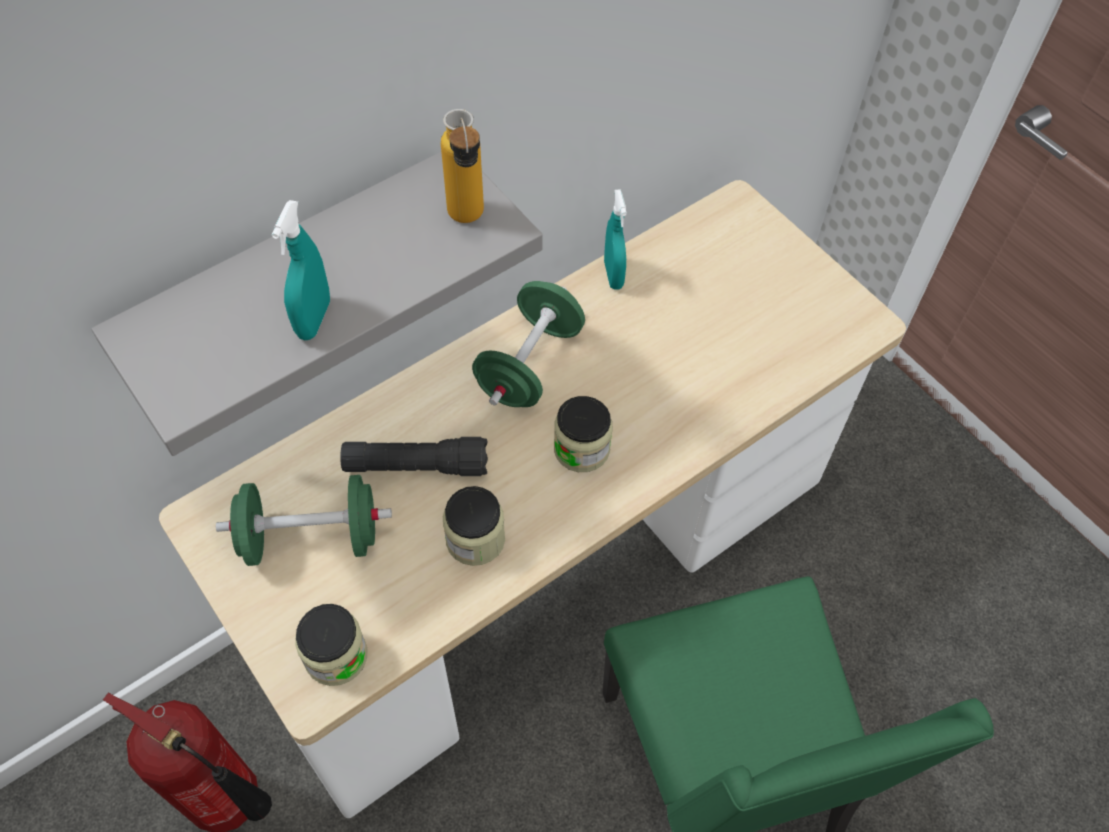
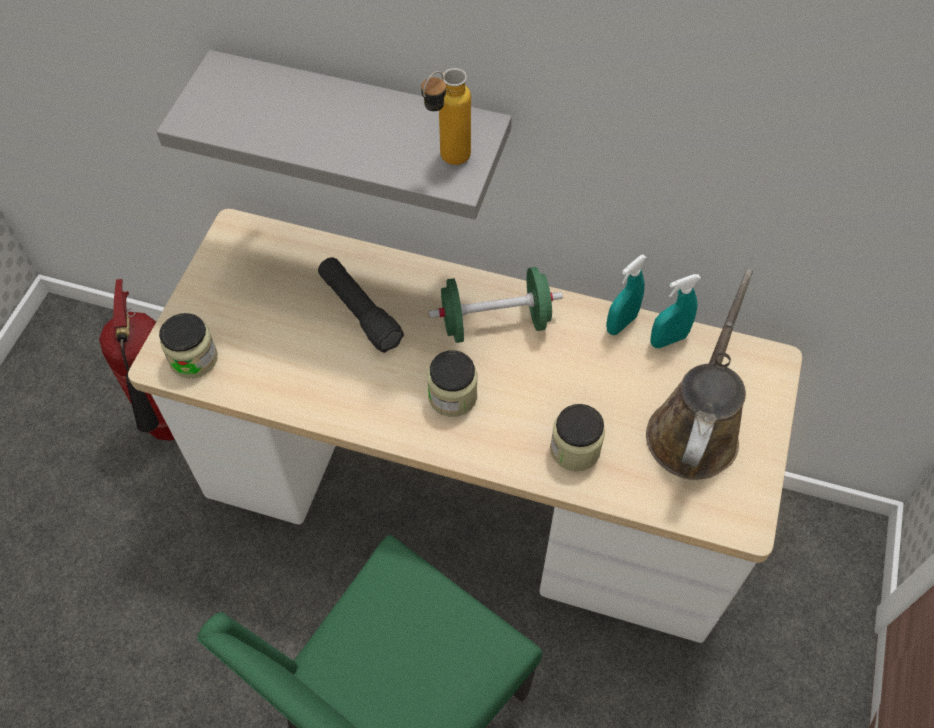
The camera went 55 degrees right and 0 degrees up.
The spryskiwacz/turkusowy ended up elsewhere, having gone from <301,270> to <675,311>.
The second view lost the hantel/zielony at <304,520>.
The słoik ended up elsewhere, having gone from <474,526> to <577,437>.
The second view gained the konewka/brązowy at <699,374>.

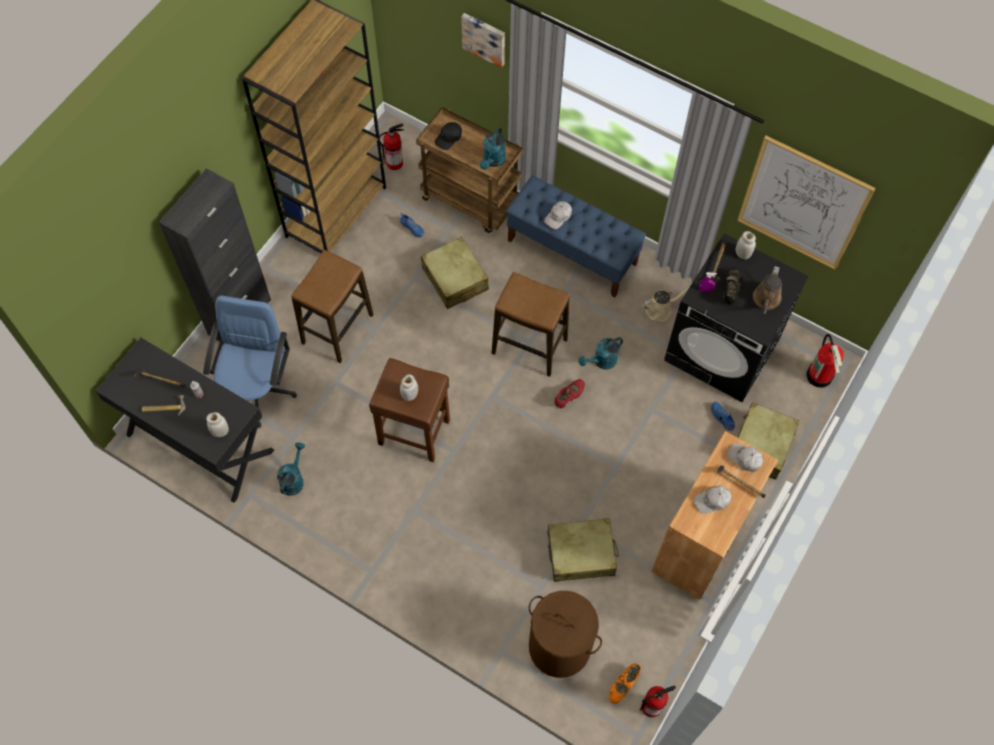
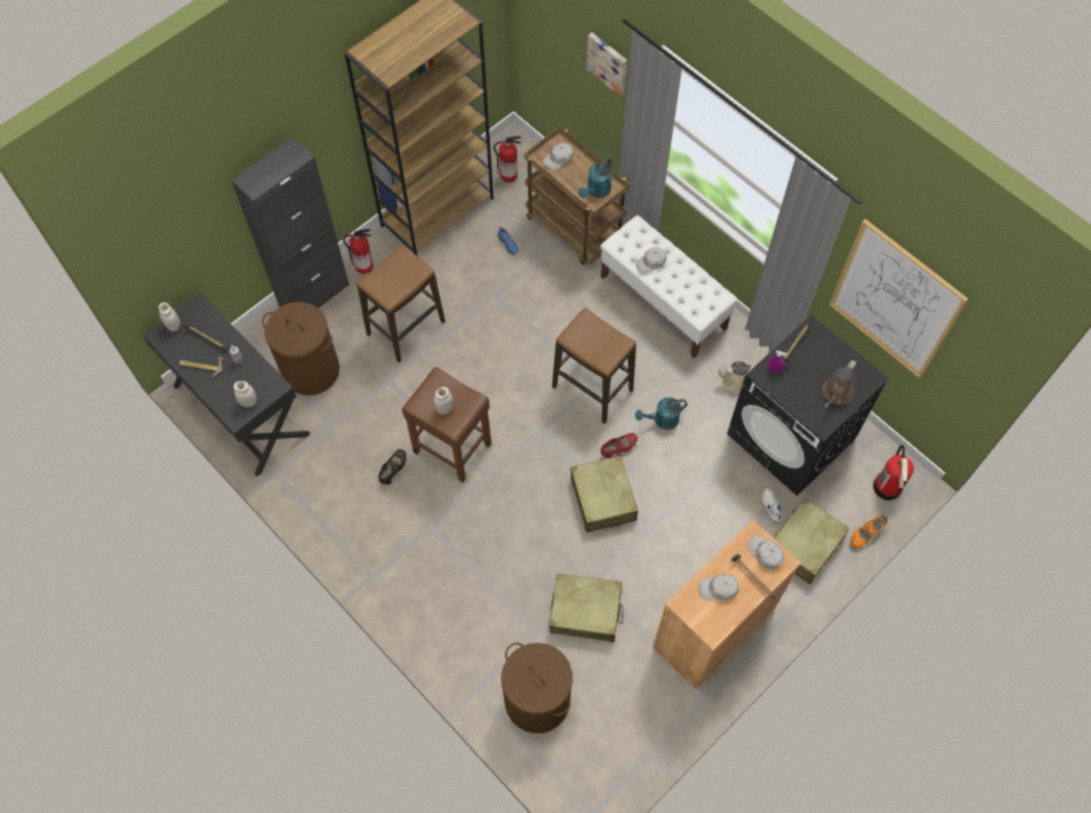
The camera went 15 degrees right and 0 degrees up.
What was the czapka z daszkiem/czarny at <448,136> turned into the czapka z daszkiem/biały at <558,157>.
What was the ławka/niebieski at <576,236> turned into the ławka/biały at <669,286>.
The słoik/biały ended up elsewhere, having gone from <745,245> to <169,316>.
The walizka/beżowy ended up elsewhere, having gone from <455,273> to <604,494>.
The but/czarny ended up elsewhere, having gone from <733,286> to <392,467>.
Where the krzesło biurowe/niebieski stood at <250,361>, the kosz na pranie/brązowy came to stand at <301,348>.
What was the but/niebieski at <723,416> turned into the but/biały at <771,506>.
The second view lost the konewka/turkusowy at <291,469>.
The but/pomarańczowy ended up elsewhere, having gone from <625,684> to <868,532>.
The gaśnica ended up elsewhere, having gone from <658,701> to <358,251>.

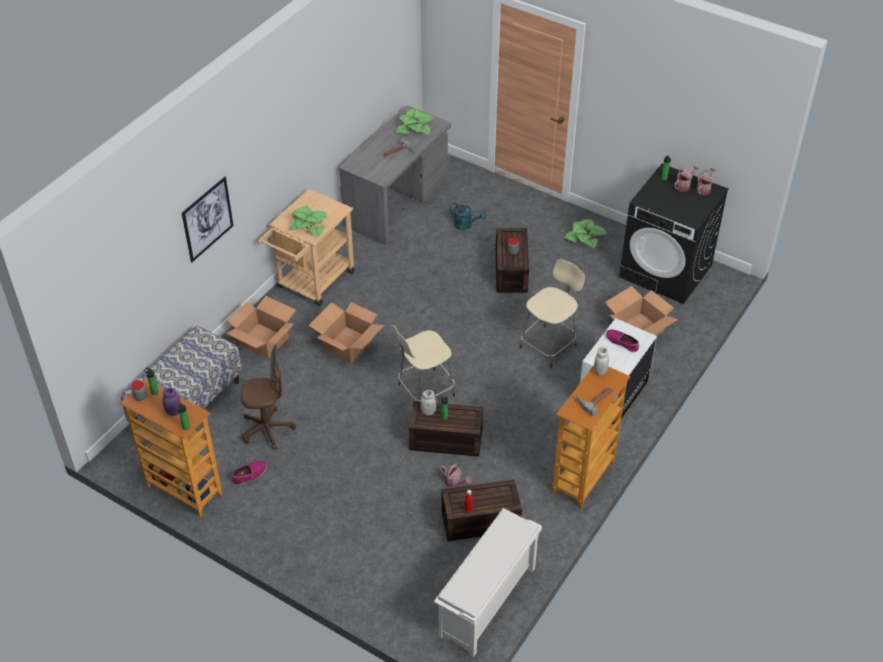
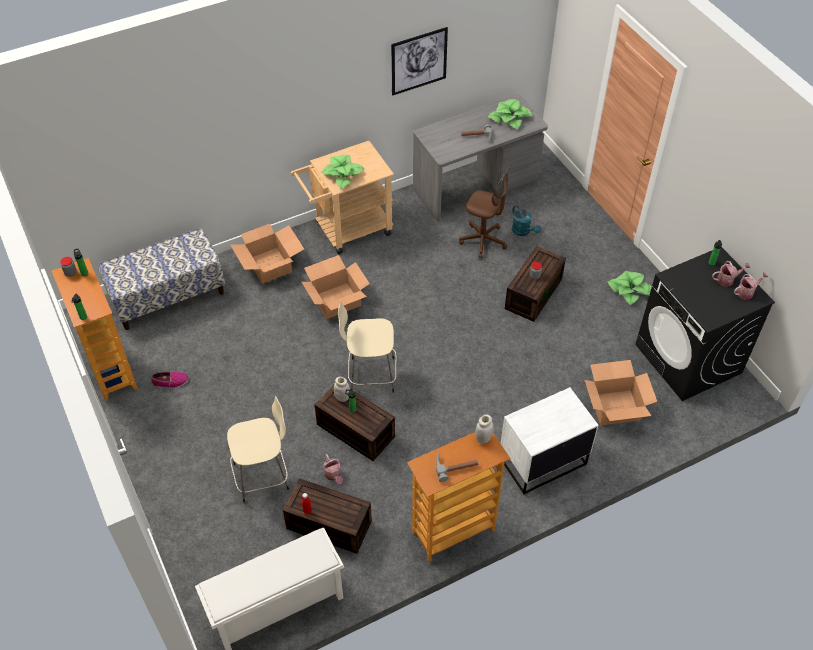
The camera went 30 degrees right and 5 degrees up.
The obraz ended up elsewhere, having gone from <207,219> to <419,61>.
The stołek/beżowy ended up elsewhere, having gone from <552,313> to <258,449>.
The second view lost the but at <622,340>.
The krzesło biurowe/brązowy ended up elsewhere, having gone from <268,397> to <485,212>.
The second view lost the słoik/fioletowy at <172,402>.

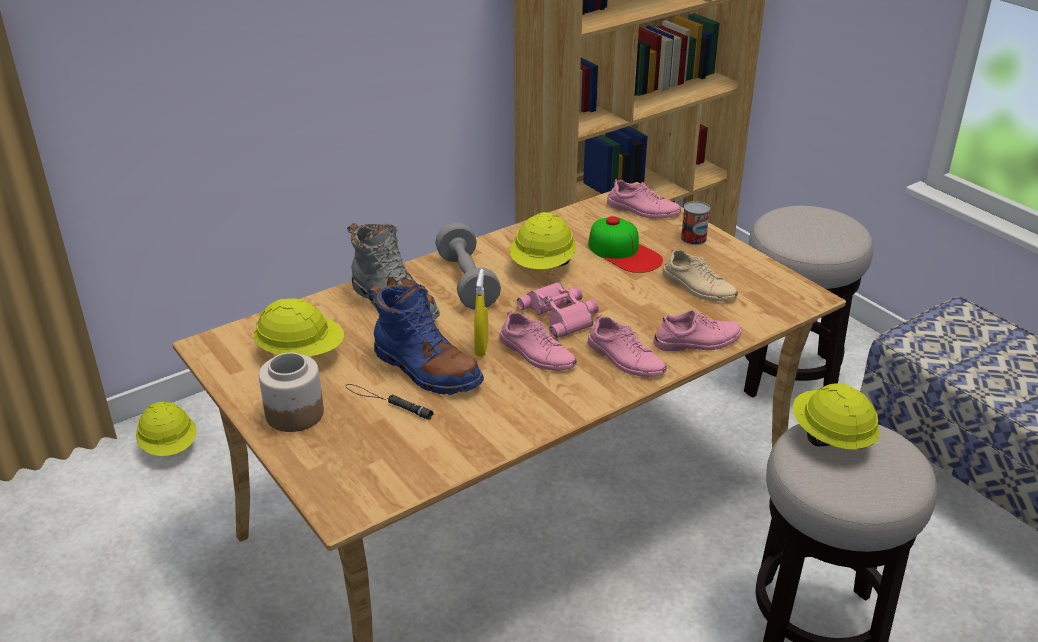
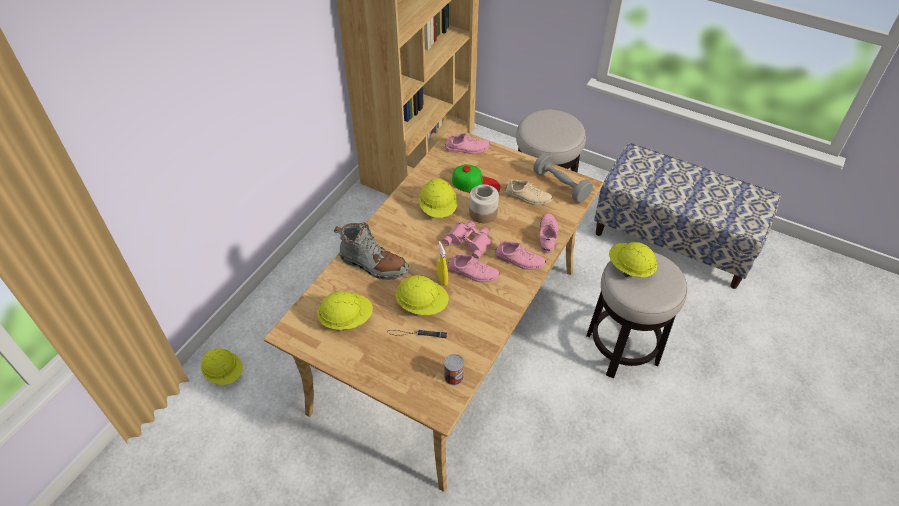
The camera went 25 degrees left and 15 degrees up.
The puszka ended up elsewhere, having gone from <695,223> to <454,369>.
The hantel/szary ended up elsewhere, having gone from <468,265> to <563,178>.
Where the but z cholewką/niebieski stood at <426,339>, the kask/żółty came to stand at <422,295>.
The but/różowy at <697,330> ended up facing another way, 45 degrees counterclockwise from before.
The słoik ended up elsewhere, having gone from <291,392> to <484,203>.

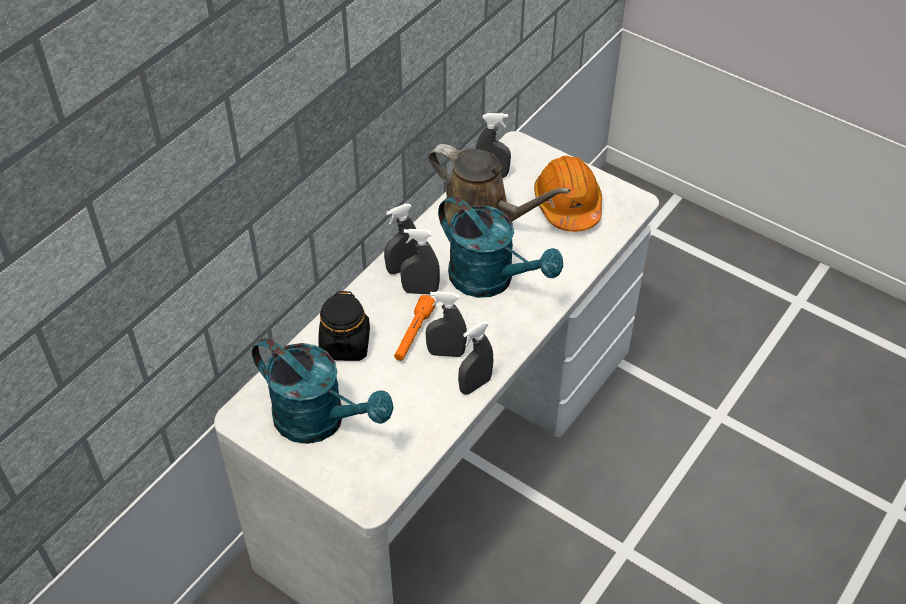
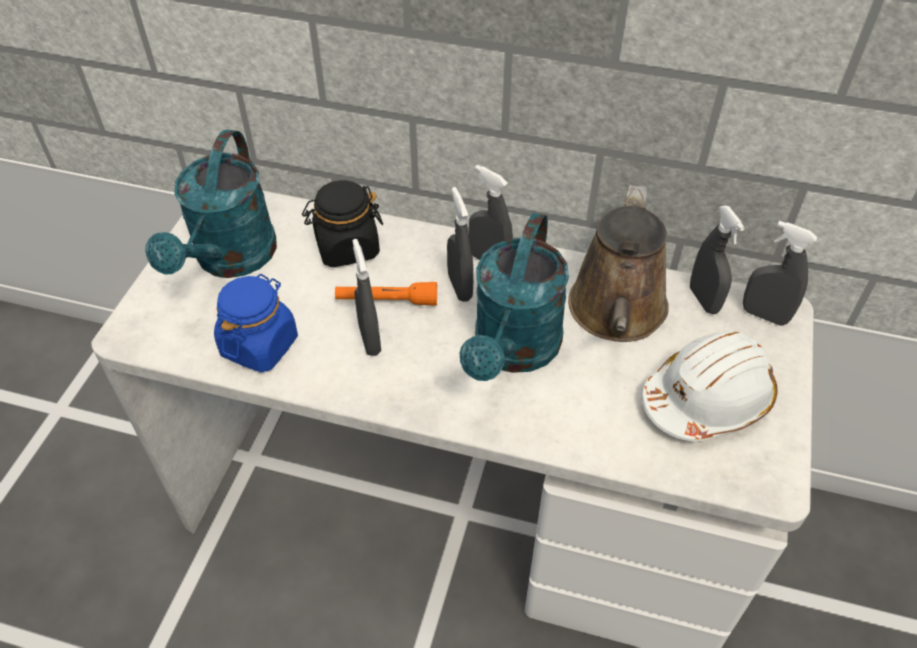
The camera went 70 degrees right and 0 degrees up.
What was the kask/pomarańczowy at <568,194> turned into the kask/biały at <710,386>.
The spryskiwacz/szary ended up elsewhere, having gone from <475,358> to <780,273>.
The second view gained the słoik/niebieski at <256,323>.

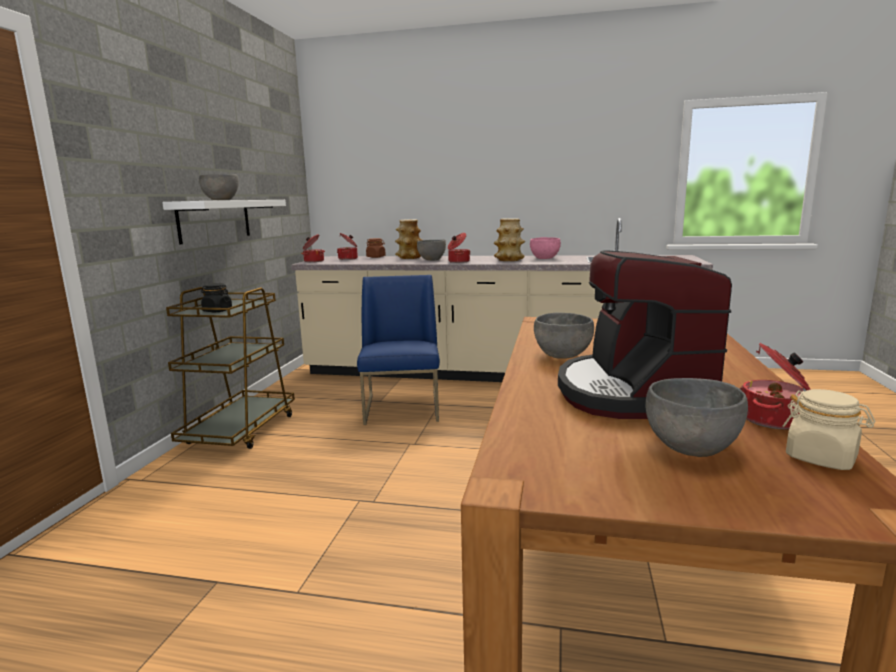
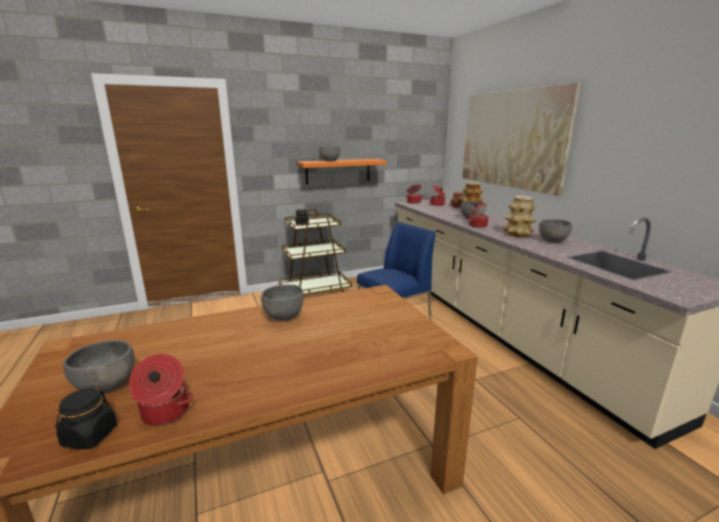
The camera went 55 degrees right and 5 degrees up.
What was the półka/biały at <224,222> turned into the półka/pomarańczowy at <342,172>.
What was the miska/różowy at <545,248> turned into the miska/szary at <555,231>.
The second view lost the ekspres do kawy at <645,334>.
What was the słoik/beżowy at <829,429> turned into the słoik/czarny at <86,417>.
The second view gained the obraz at <521,139>.

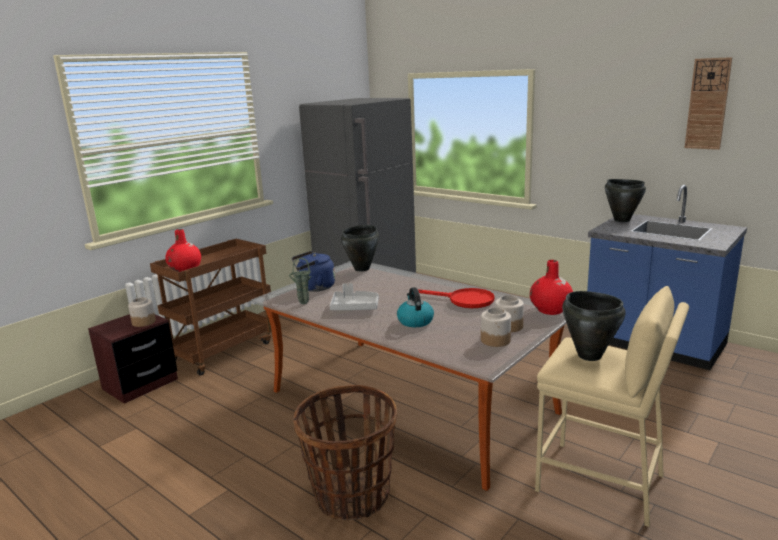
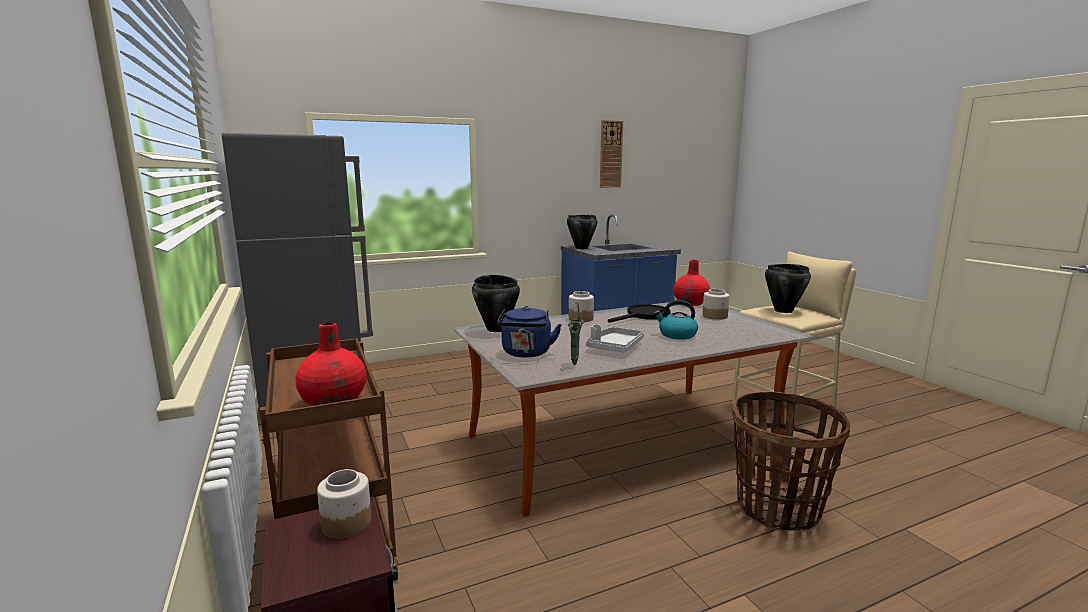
The camera went 65 degrees left and 5 degrees down.
What was the patelnia/czerwony at <456,298> turned into the patelnia/czarny at <639,313>.
The słoik ended up elsewhere, having gone from <496,327> to <581,306>.

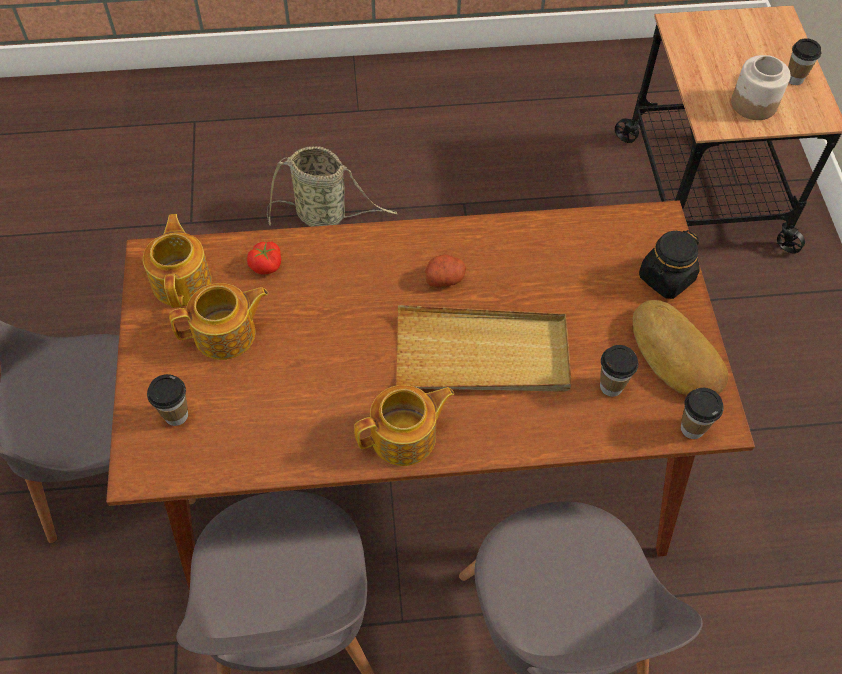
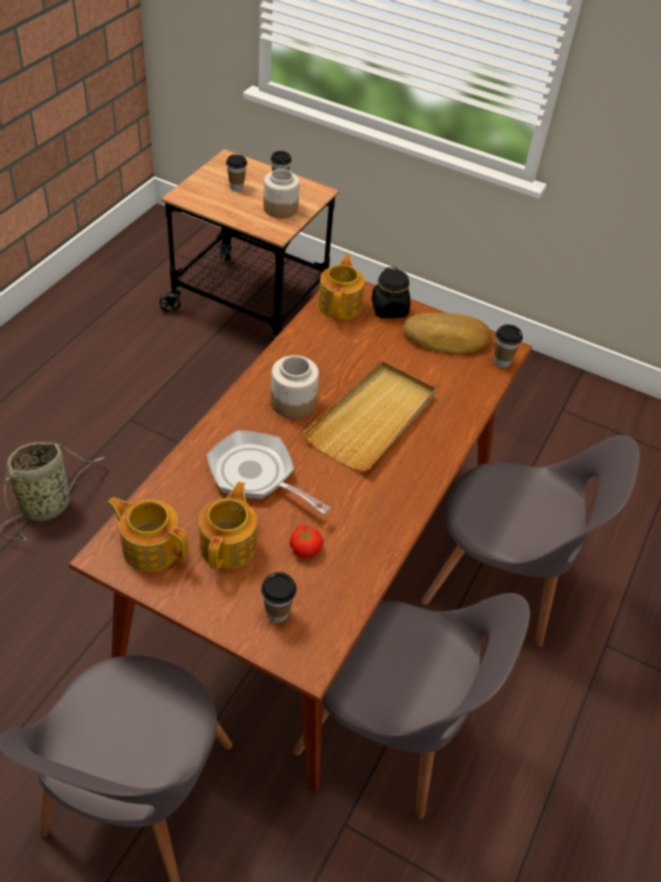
The camera went 60 degrees left and 10 degrees down.
The pomidor ended up elsewhere, having gone from <264,258> to <306,541>.
Where the ziemniak stood at <445,270>, the słoik came to stand at <295,386>.
The filiżanka ended up elsewhere, having gone from <619,371> to <236,172>.
The imbryk ended up elsewhere, having gone from <404,425> to <341,287>.
The second view gained the patelnia at <269,472>.

